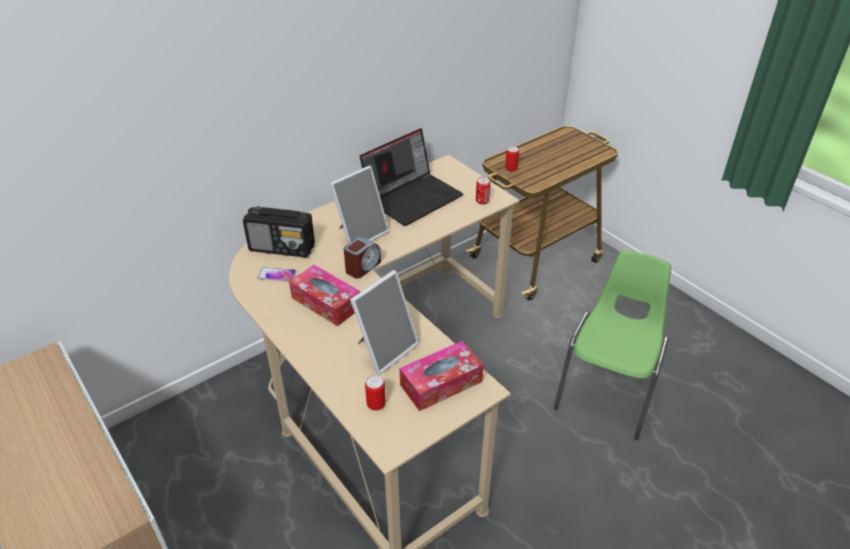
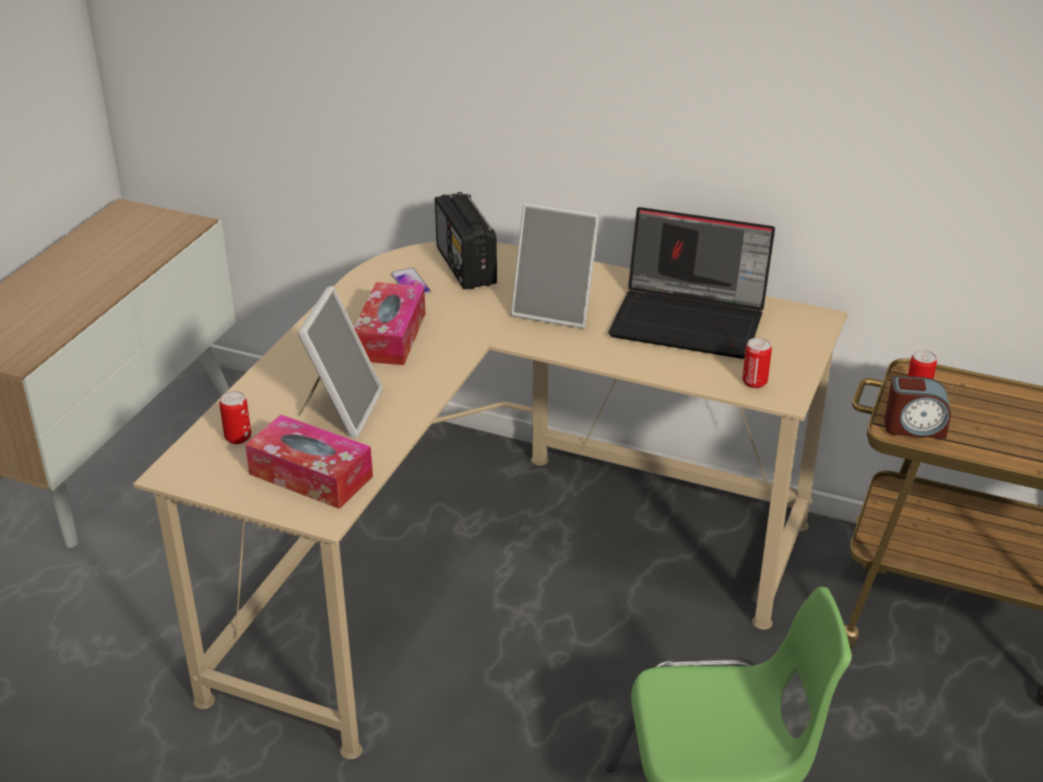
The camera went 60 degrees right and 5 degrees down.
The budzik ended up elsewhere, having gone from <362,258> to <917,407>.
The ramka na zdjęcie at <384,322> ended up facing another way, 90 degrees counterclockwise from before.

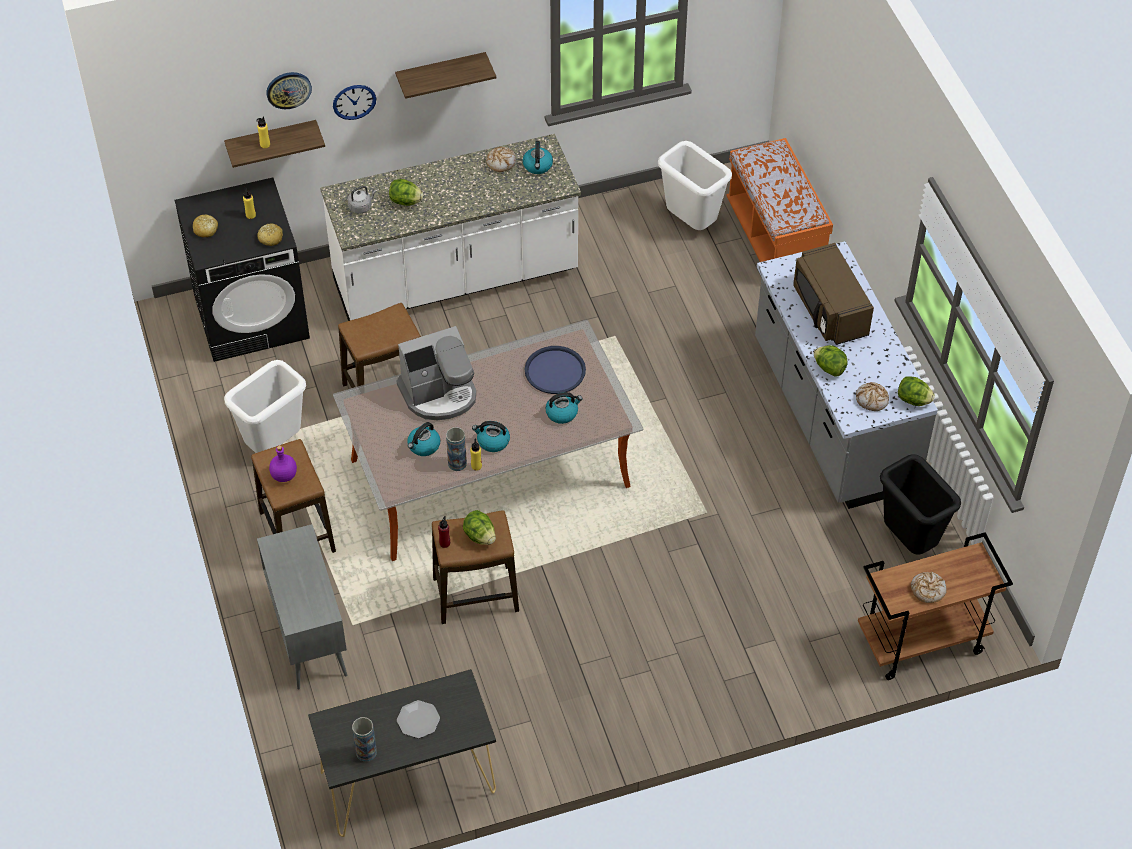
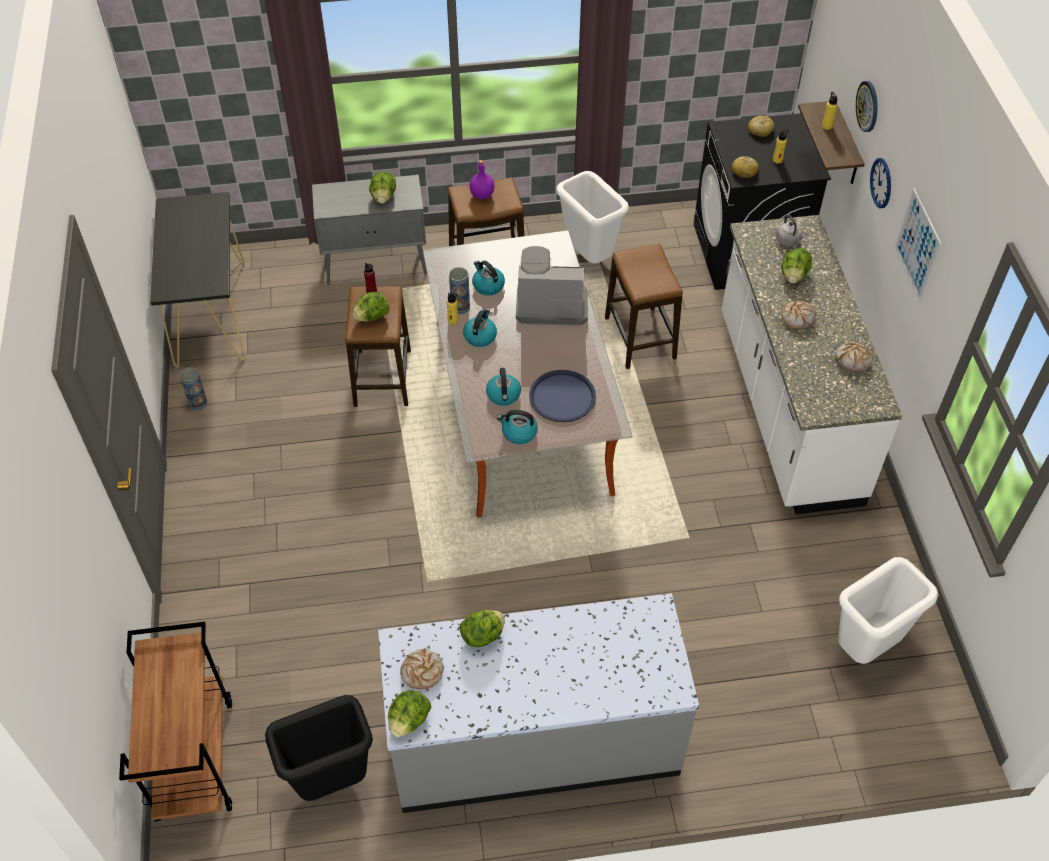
The camera went 100 degrees right and 0 degrees up.
Where the półka hung at <445,75>, the obraz came to hang at <918,245>.
The second view lost the ławka/pomarańczowy at <779,200>.
The czajnik ended up elsewhere, having gone from <538,157> to <517,427>.
The second view lost the mikrofalówka/brązowy at <833,294>.
The ekspres do kawy at <436,373> ended up facing another way, 105 degrees clockwise from before.
The chleb ended up elsewhere, having gone from <929,587> to <798,314>.
The second view lost the talerz at <418,719>.
The wazon ended up elsewhere, having gone from <364,739> to <193,388>.
The second view gained the sałata at <382,187>.

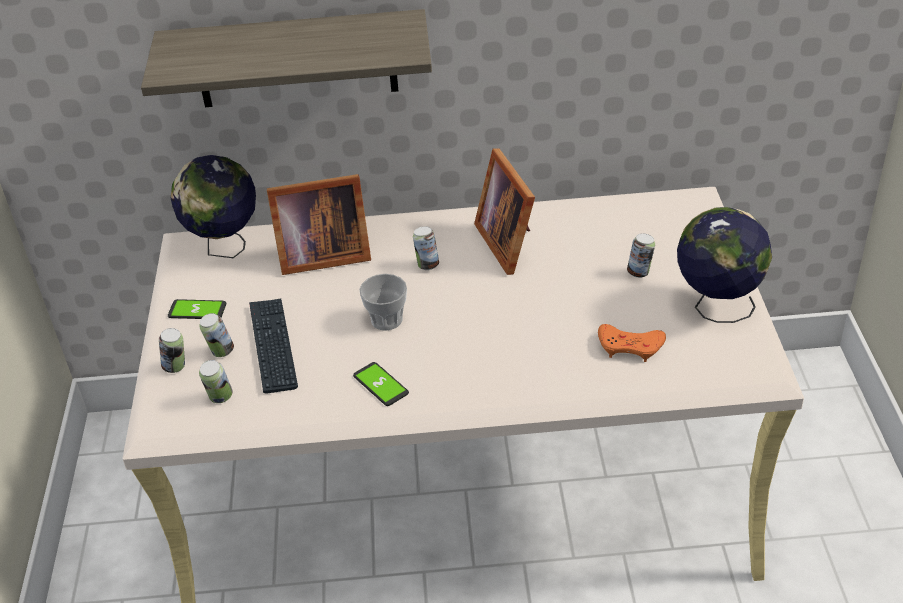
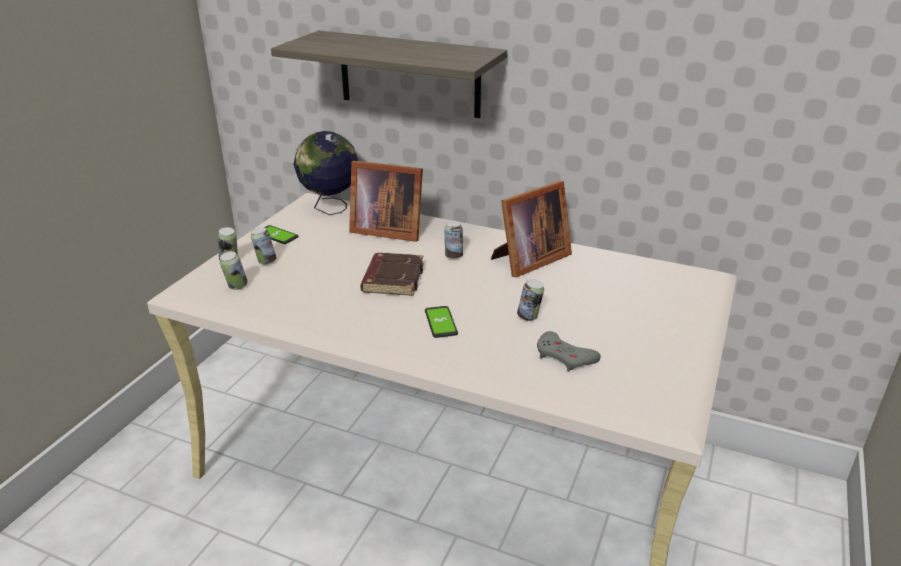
The camera went 25 degrees right and 10 degrees down.
The ramka na zdjęcie at <504,211> ended up facing another way, 135 degrees counterclockwise from before.
The second view lost the globus at <724,265>.
The puszka ended up elsewhere, having gone from <641,255> to <530,300>.
Where the filiżanka stood at <383,302>, the książka/brązowy came to stand at <392,274>.
The second view lost the klawiatura at <273,346>.
What was the pad do gier/pomarańczowy at <632,343> turned into the pad do gier/szary at <569,351>.
The telefon ended up elsewhere, having gone from <381,384> to <441,322>.

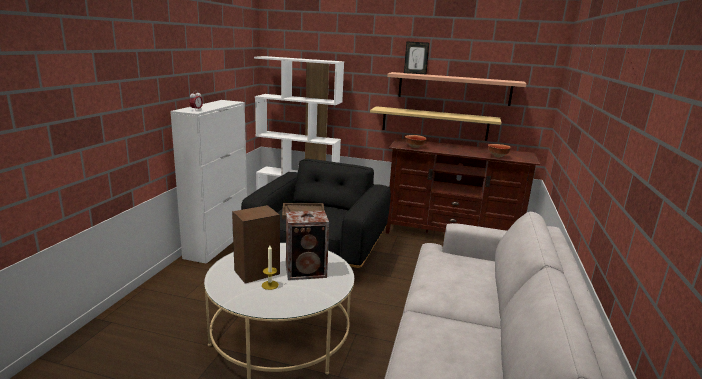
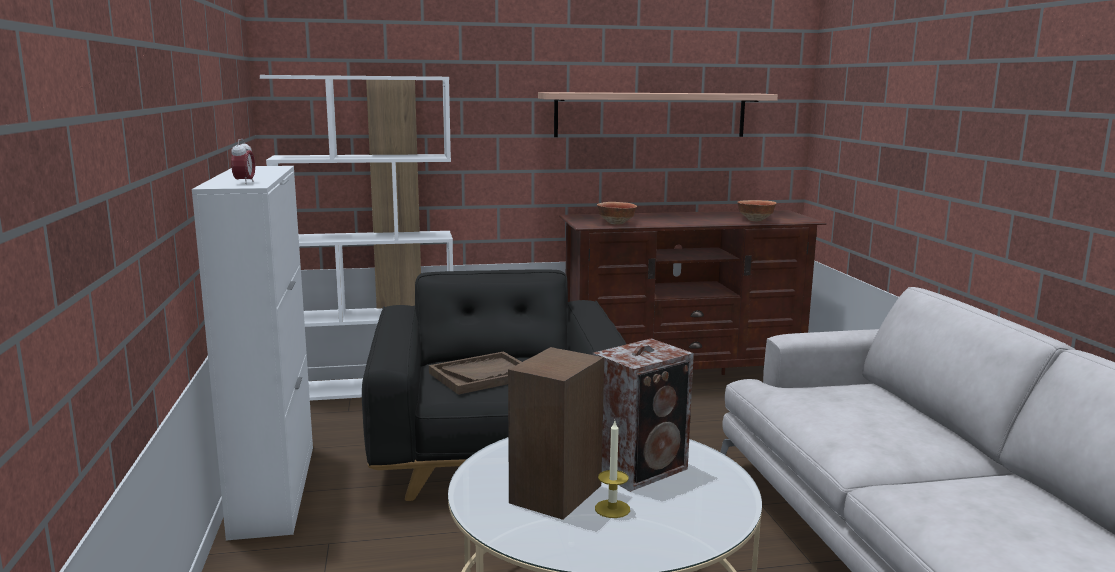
The camera went 25 degrees left and 5 degrees down.
The second view lost the ramka na zdjęcie at <416,57>.
The second view lost the półka at <436,123>.

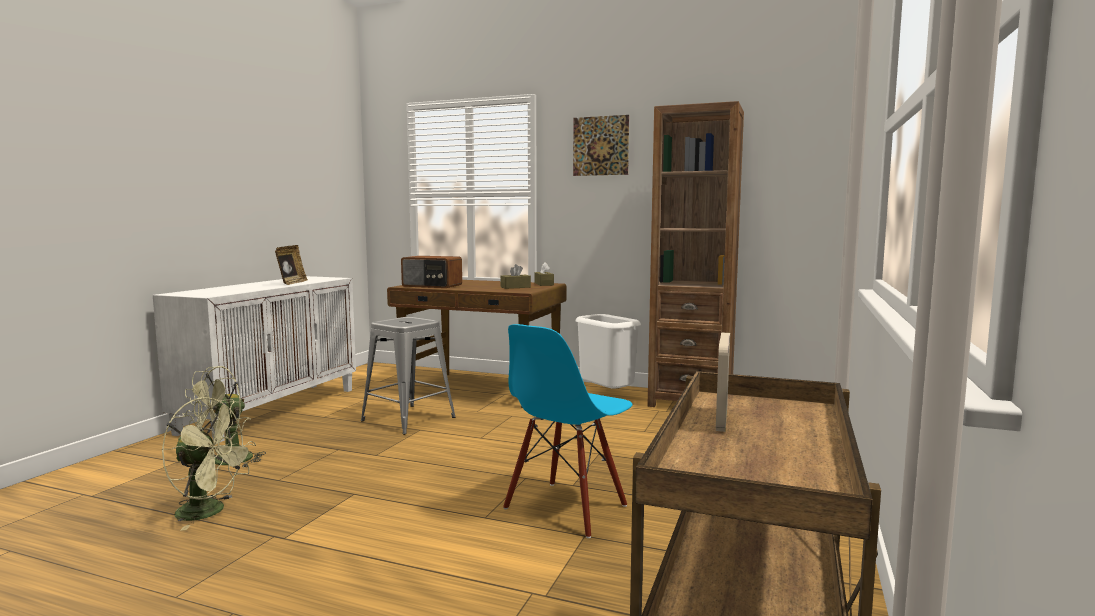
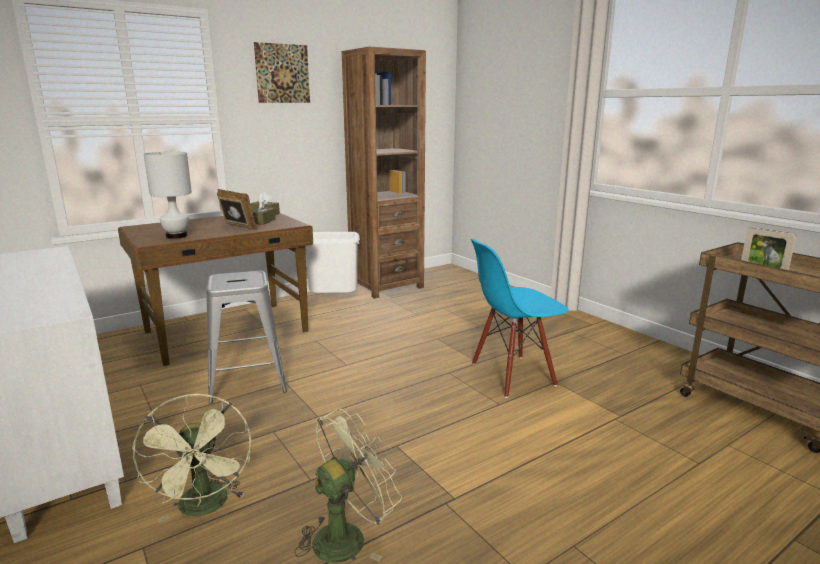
The camera went 55 degrees left and 10 degrees up.
The ramka na zdjęcie ended up elsewhere, having gone from <291,265> to <237,209>.
Where the radio stood at <431,272>, the lampa stołowa/biały came to stand at <168,195>.
The krzesło/niebieski at <568,431> ended up facing another way, 90 degrees clockwise from before.

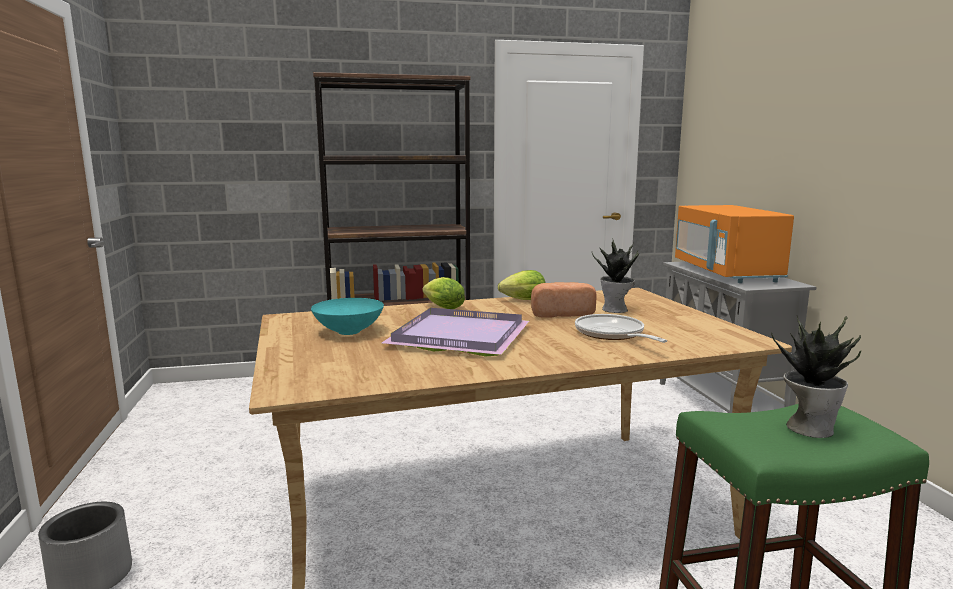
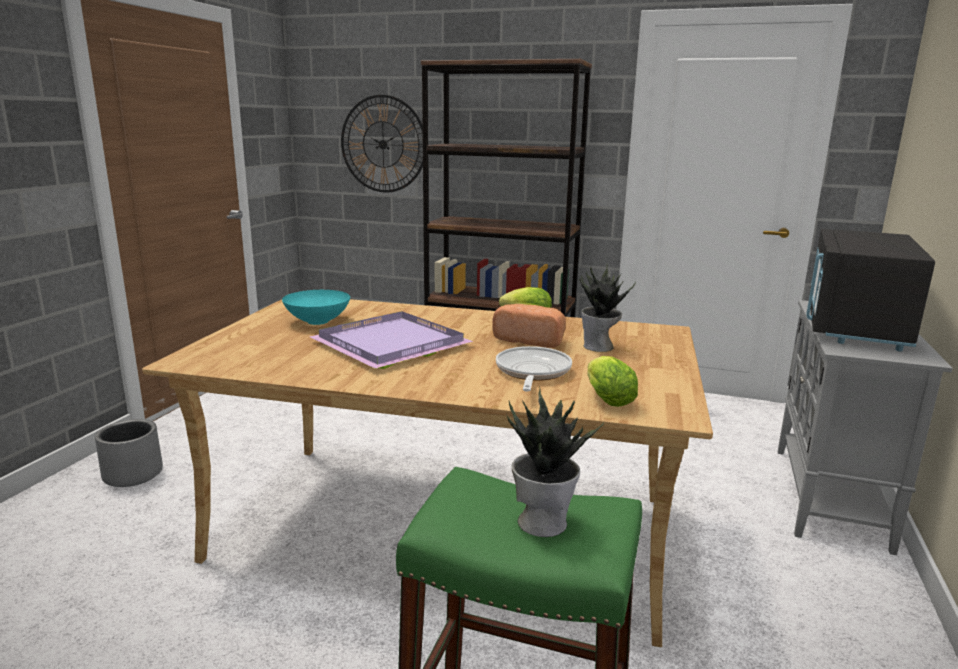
The camera went 30 degrees right and 5 degrees up.
What was the mikrofalówka/pomarańczowy at <734,244> turned into the mikrofalówka/czarny at <870,290>.
The sałata ended up elsewhere, having gone from <443,293> to <613,381>.
The second view gained the zegar ścienny at <382,144>.

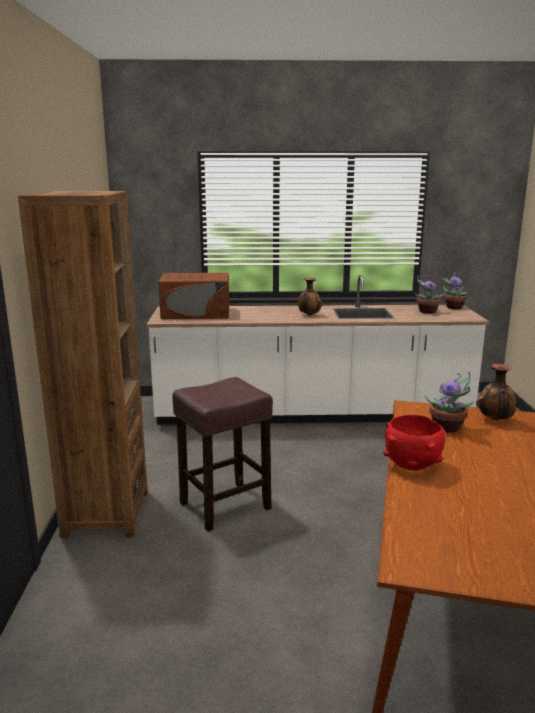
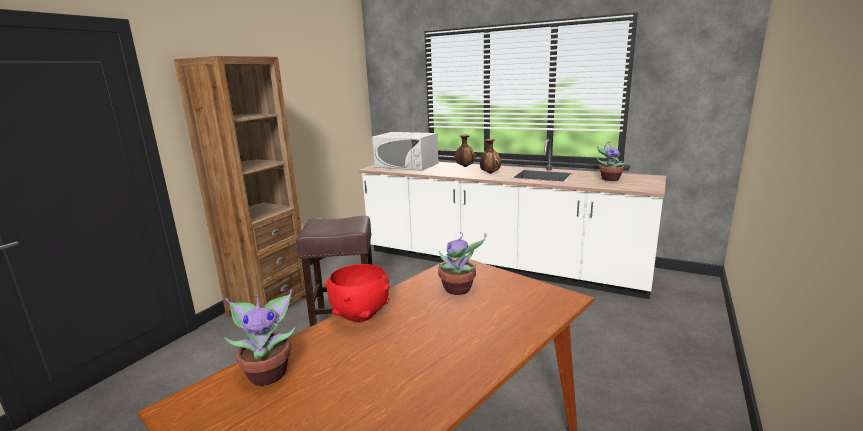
The camera went 30 degrees right and 0 degrees up.
The roślina doniczkowa ended up elsewhere, having gone from <455,290> to <260,337>.
What was the mikrofalówka/brązowy at <193,296> turned into the mikrofalówka/biały at <405,151>.
The wazon ended up elsewhere, having gone from <497,392> to <465,151>.

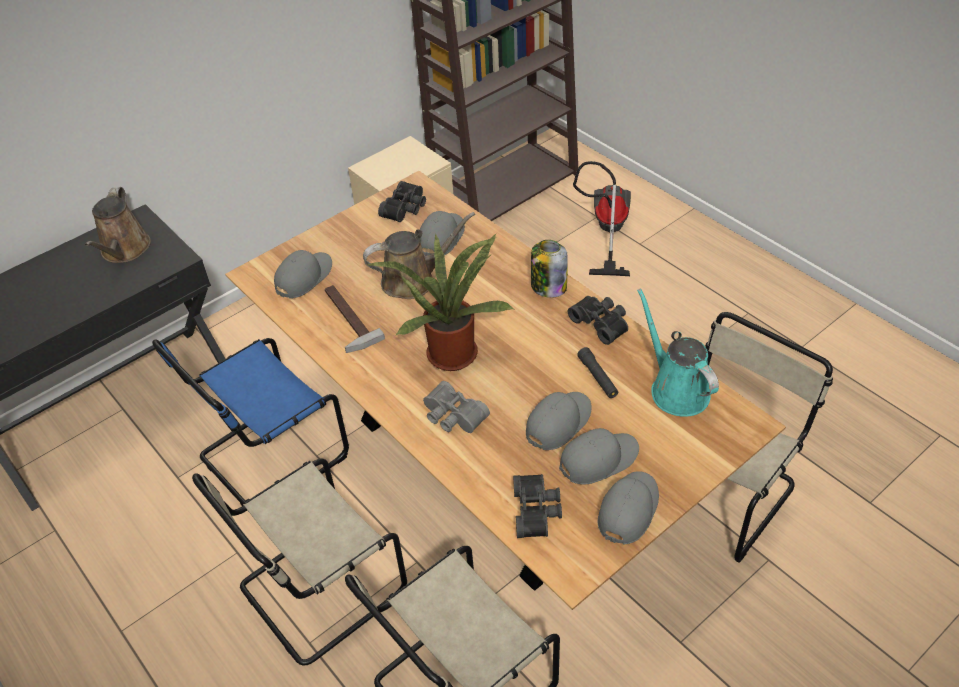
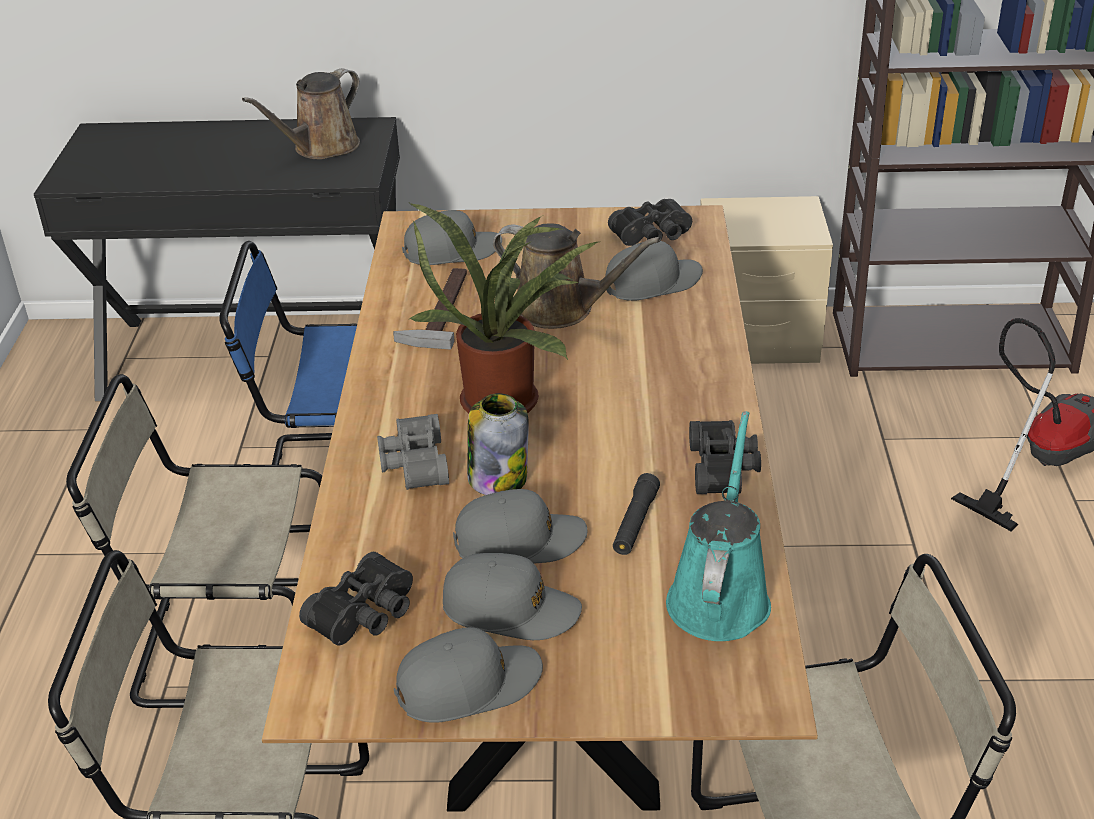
The camera went 40 degrees right and 10 degrees down.
The słoik ended up elsewhere, having gone from <549,269> to <498,444>.

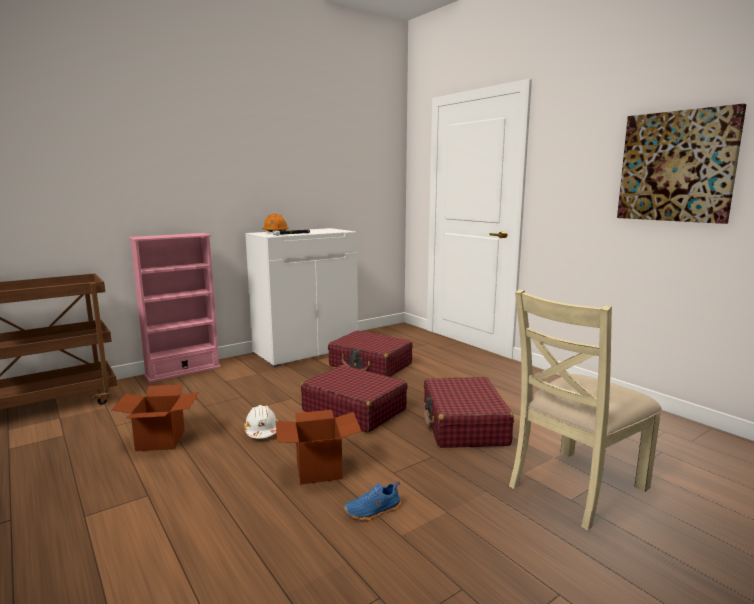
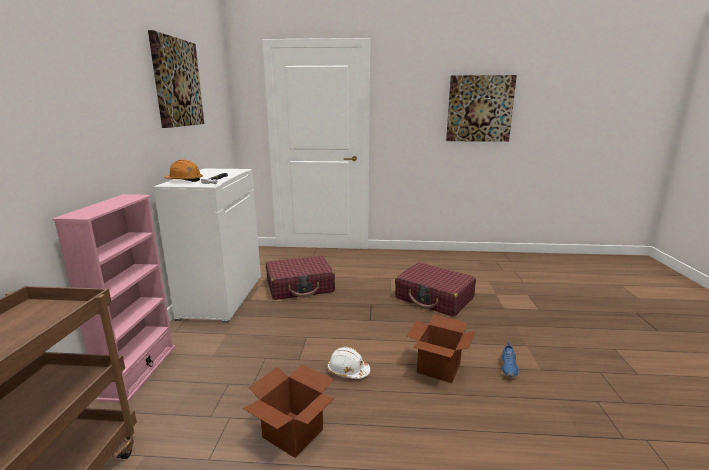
The camera went 50 degrees left and 5 degrees up.
The second view lost the krzesło/beżowy at <585,409>.
The second view lost the walizka/czerwony at <354,399>.
The second view gained the obraz at <176,79>.

